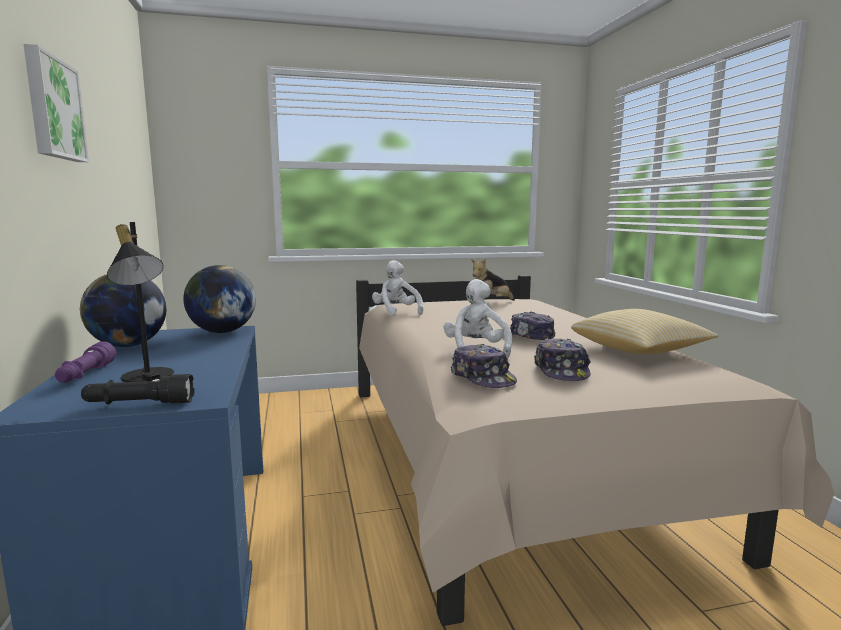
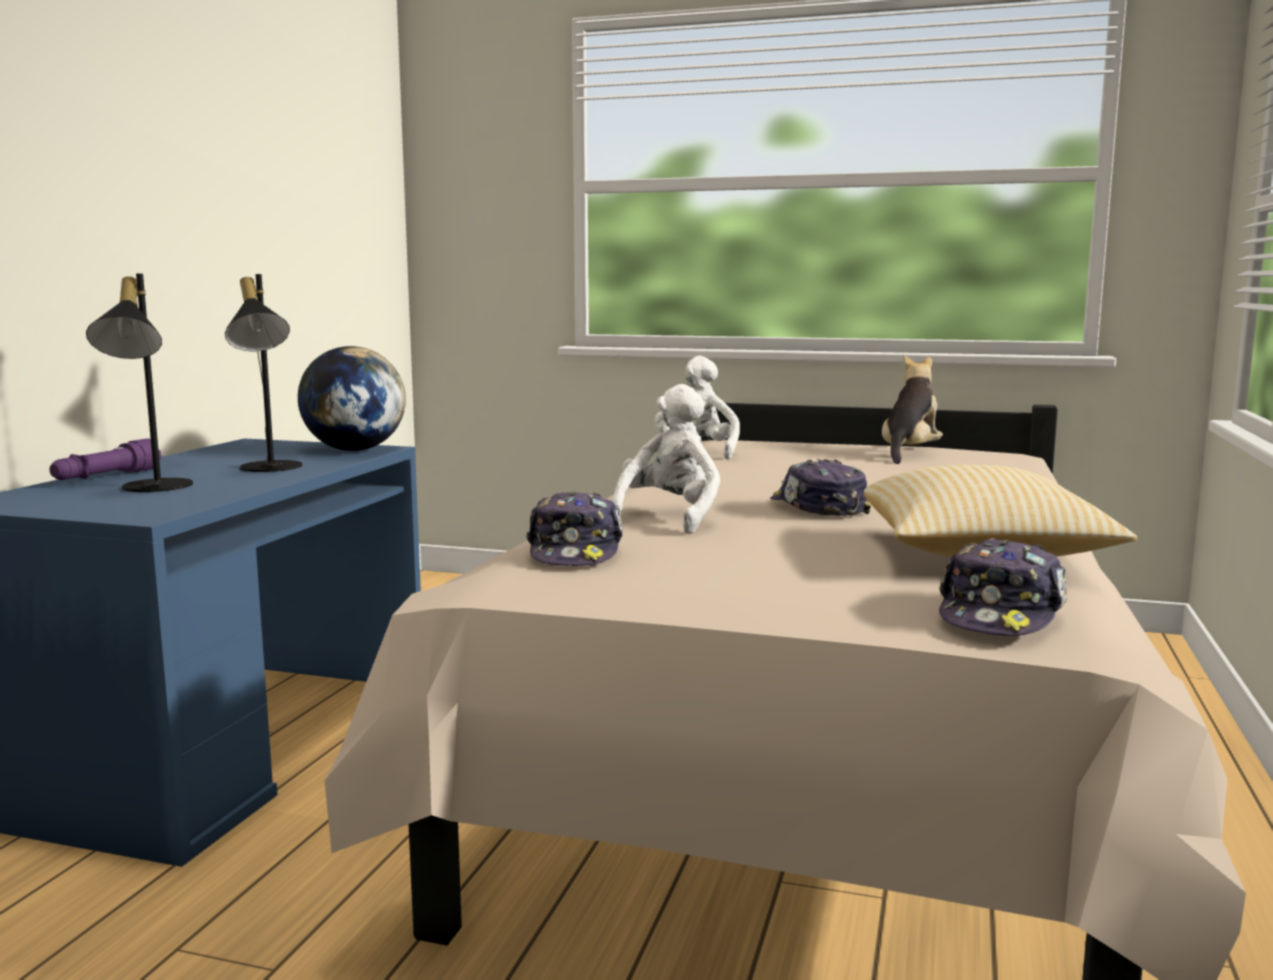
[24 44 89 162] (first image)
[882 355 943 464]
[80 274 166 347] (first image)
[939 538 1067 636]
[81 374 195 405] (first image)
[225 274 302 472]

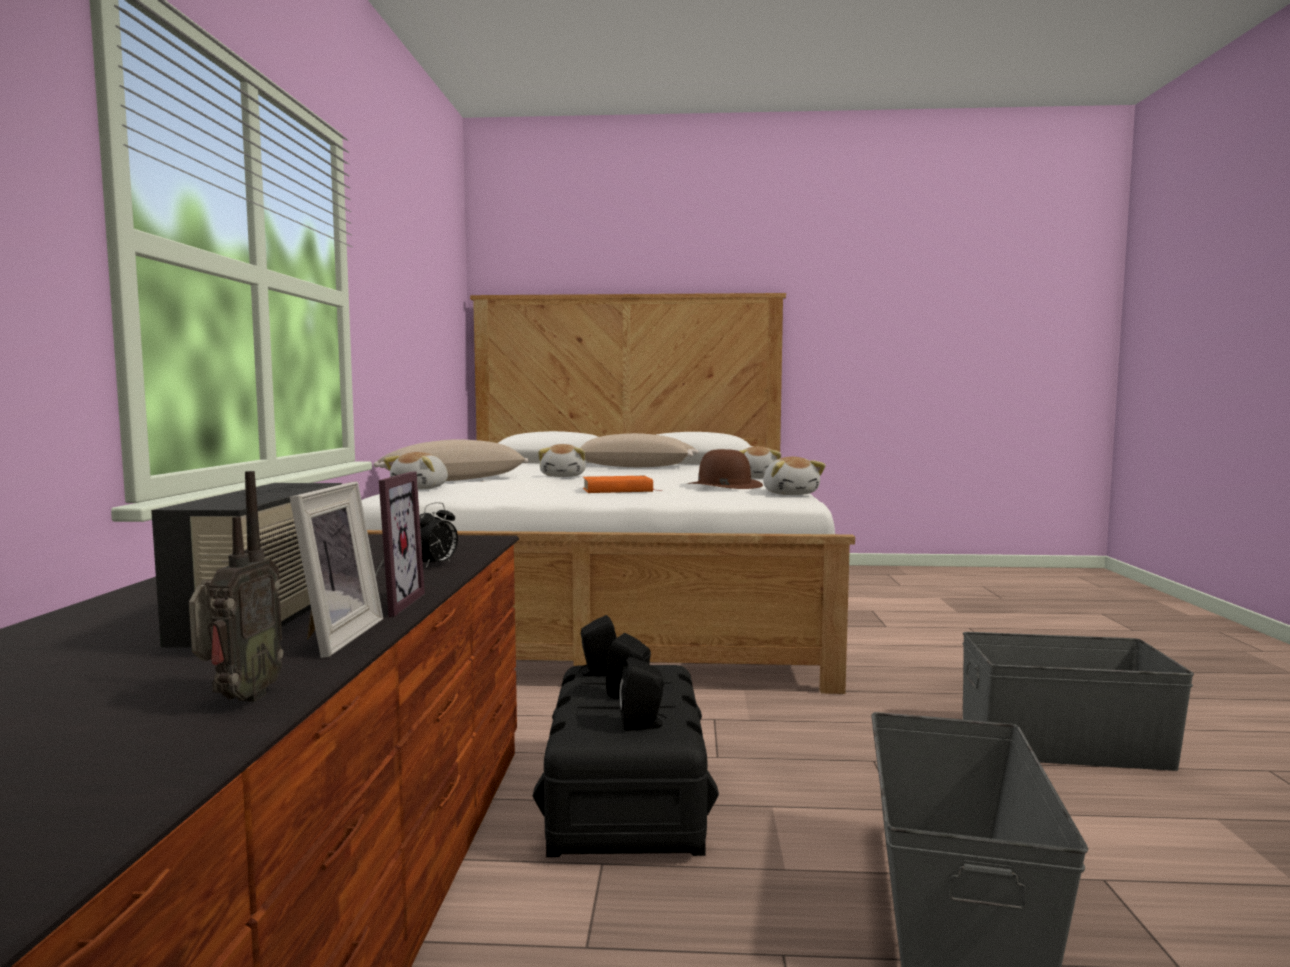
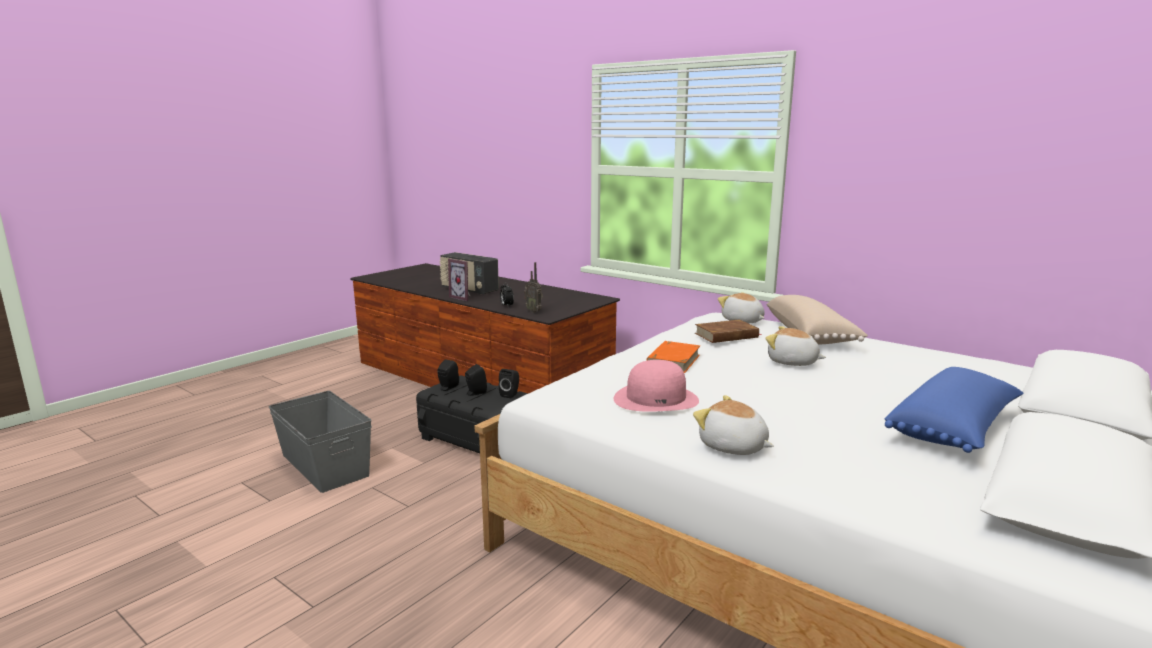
[885 367 1024 453]
[614 360 699 412]
[763 457 826 495] (first image)
[524 262 543 313]
[290 482 383 658] (first image)
[963 632 1194 771] (first image)
[695 319 761 343]

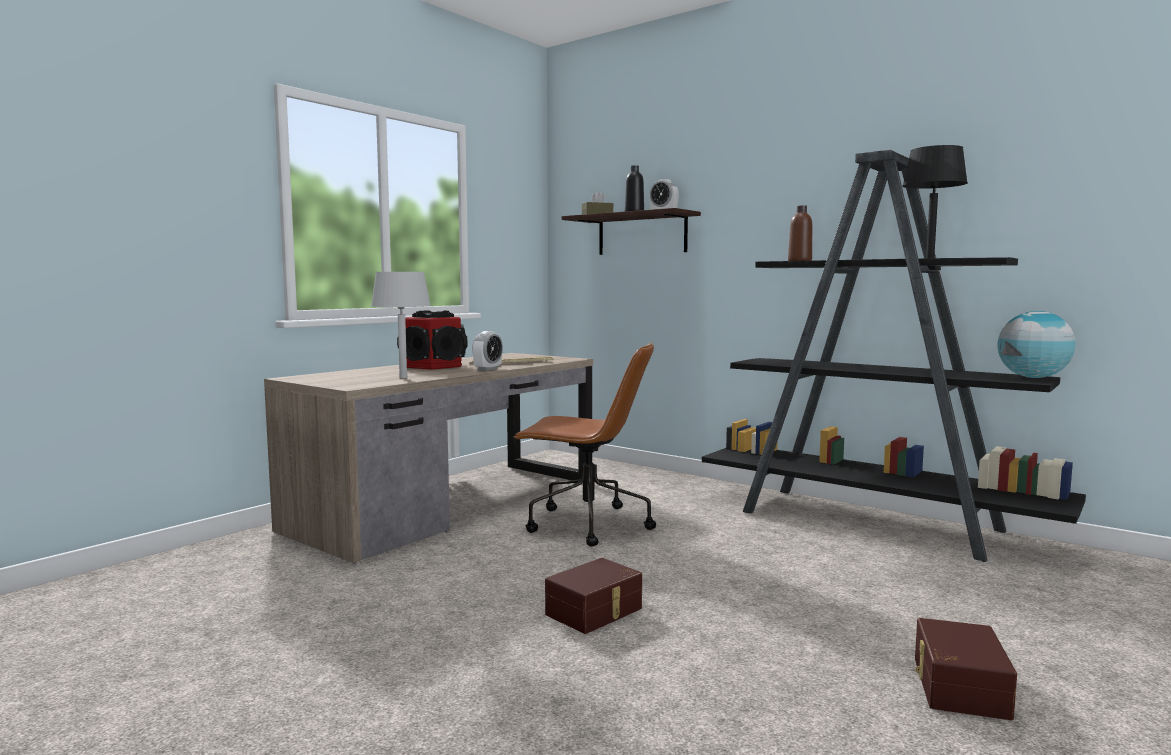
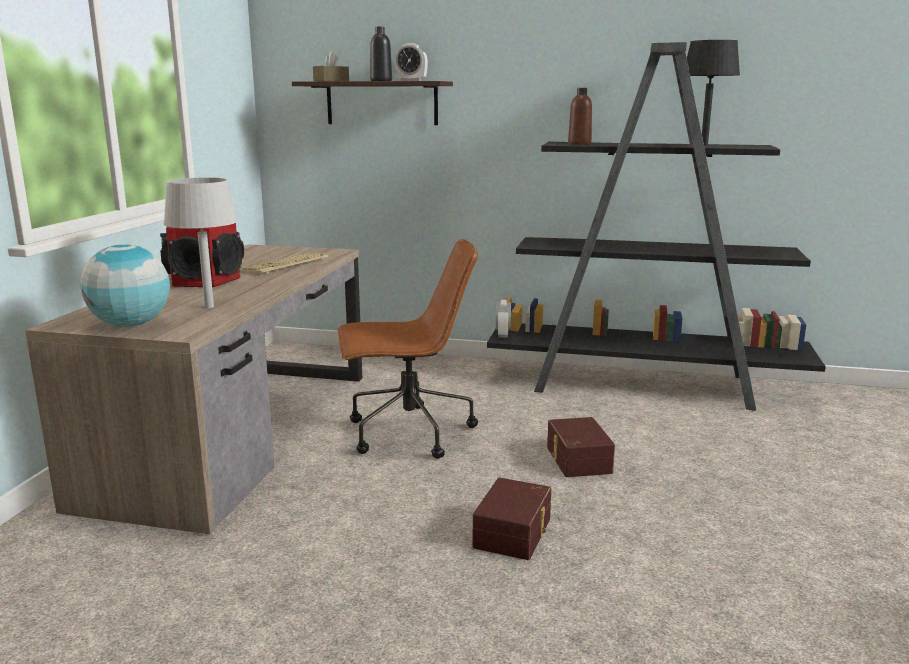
[80 244 170 327]
[496 300 511 338]
[547 417 615 477]

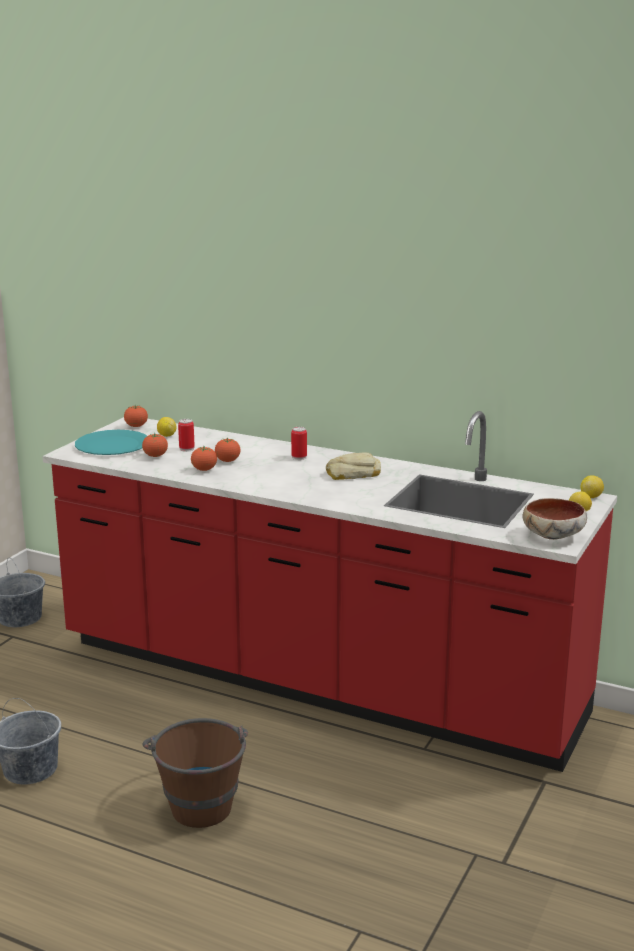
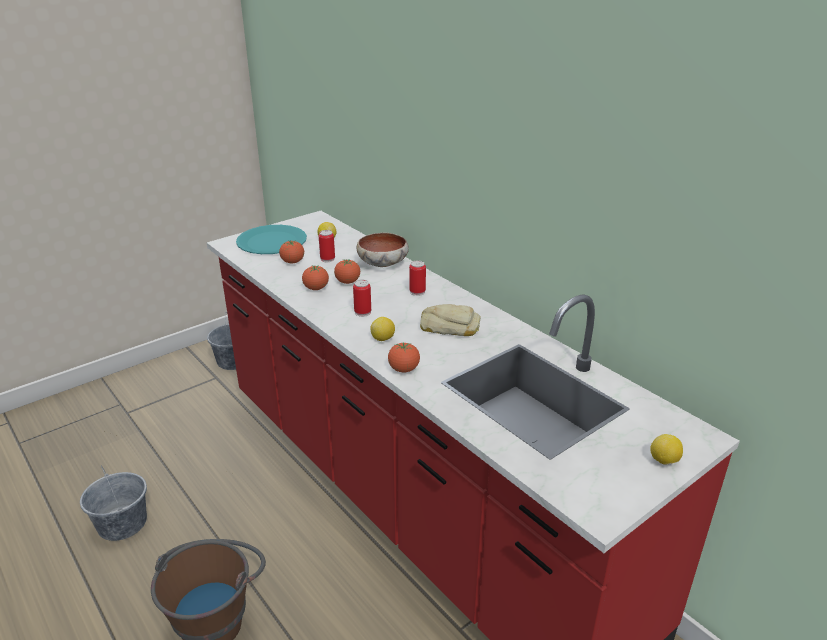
[388 342 420 372]
[370 317 395 341]
[356 232 409 267]
[353 280 371 317]

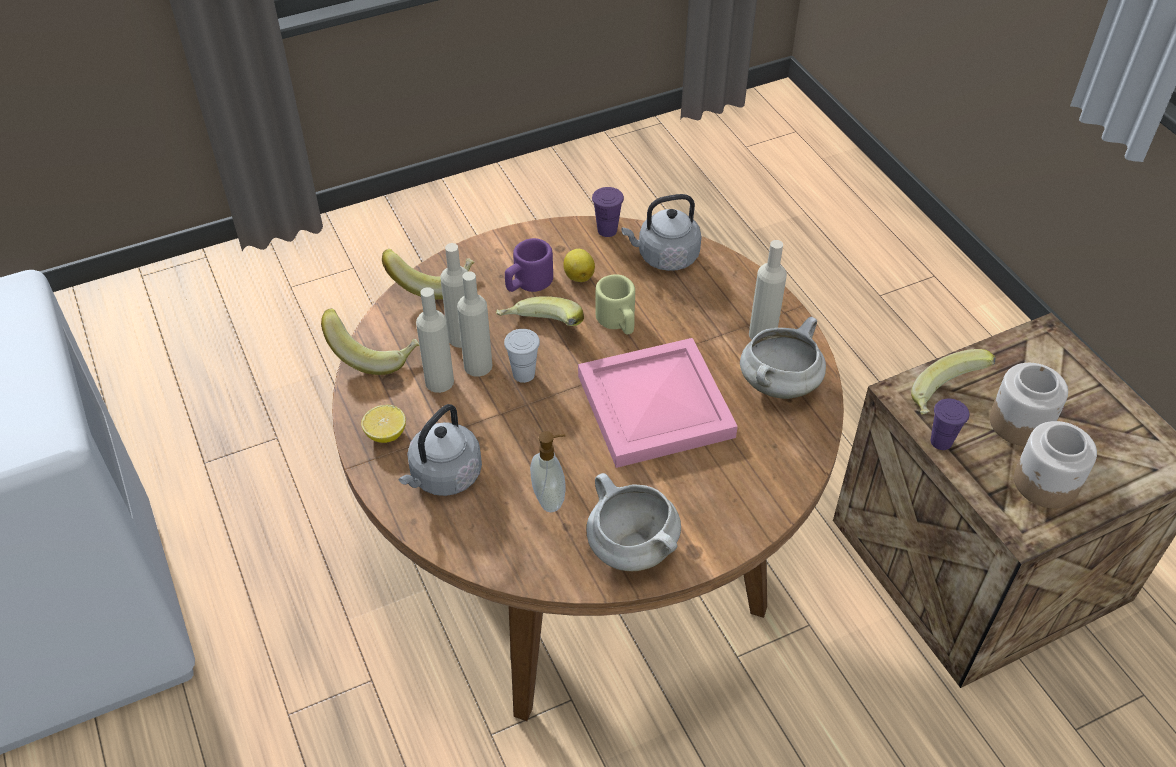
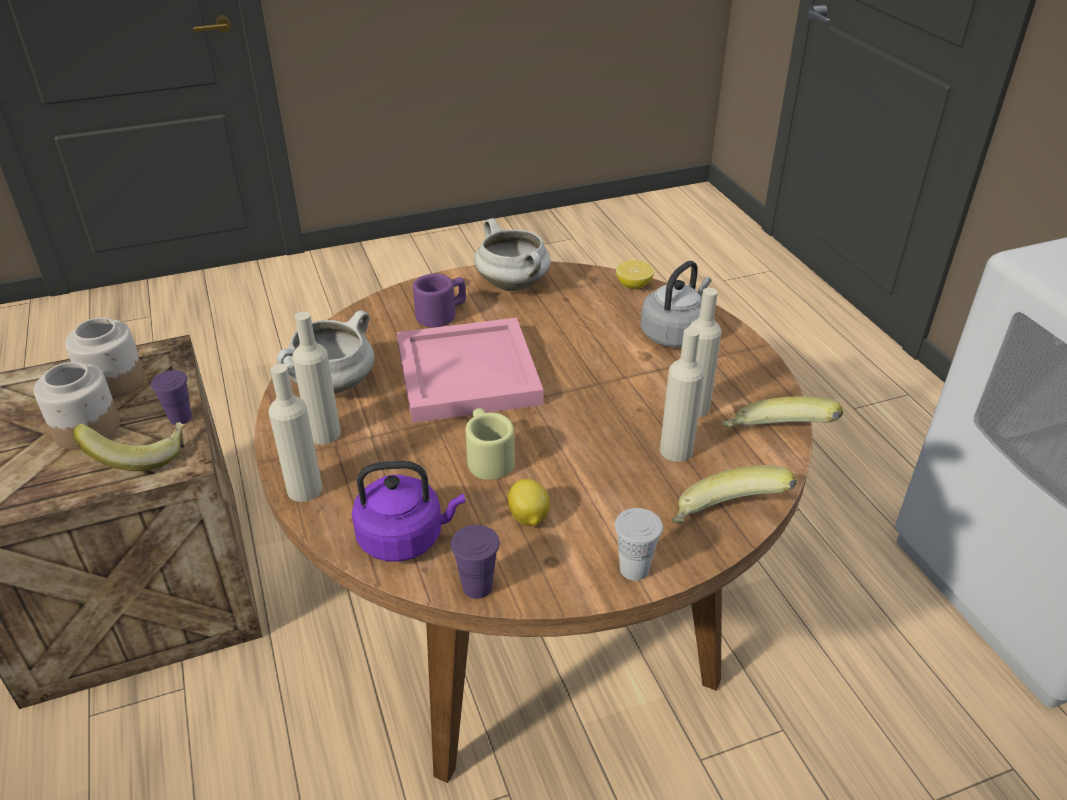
[352 461 465 562]
[413 273 466 328]
[269 364 322 502]
[496 296 584 326] (first image)
[615 508 663 581]
[616 260 655 289]
[530 431 566 512] (first image)

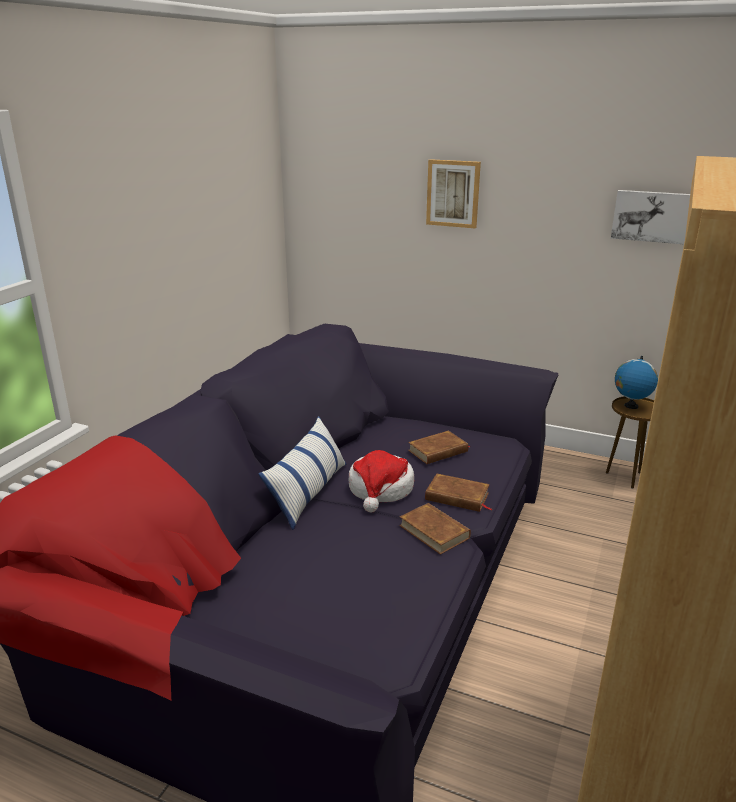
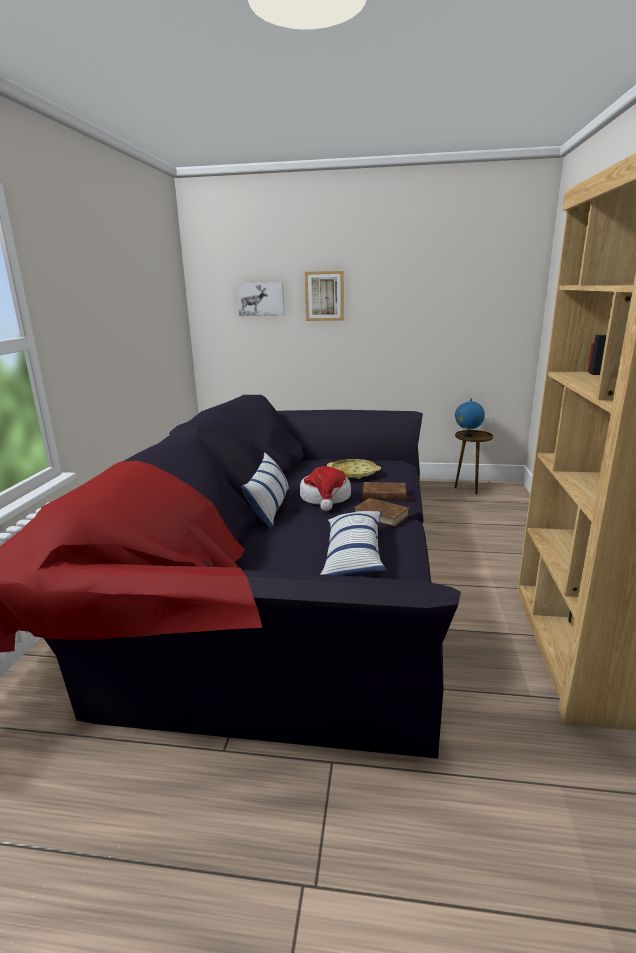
[237 282 284 316]
[327 459 381 479]
[321 511 387 577]

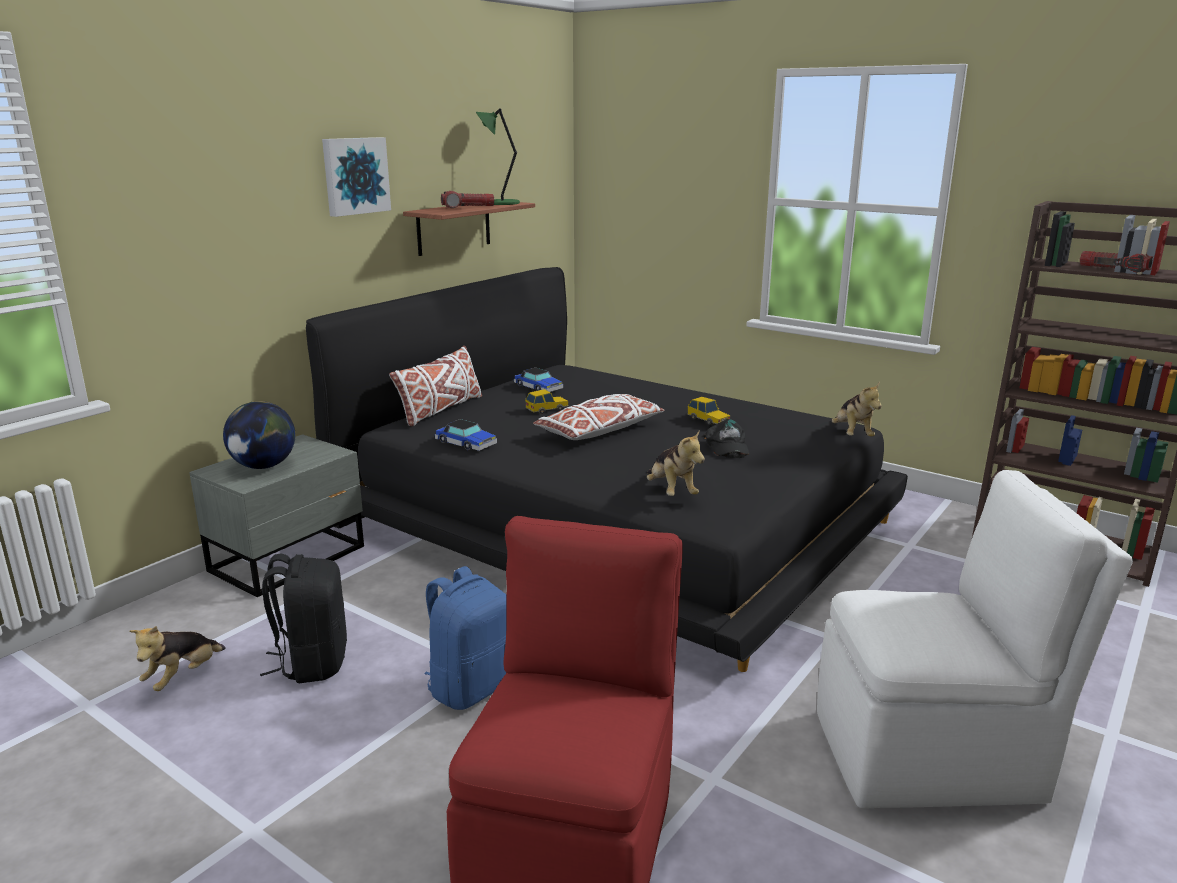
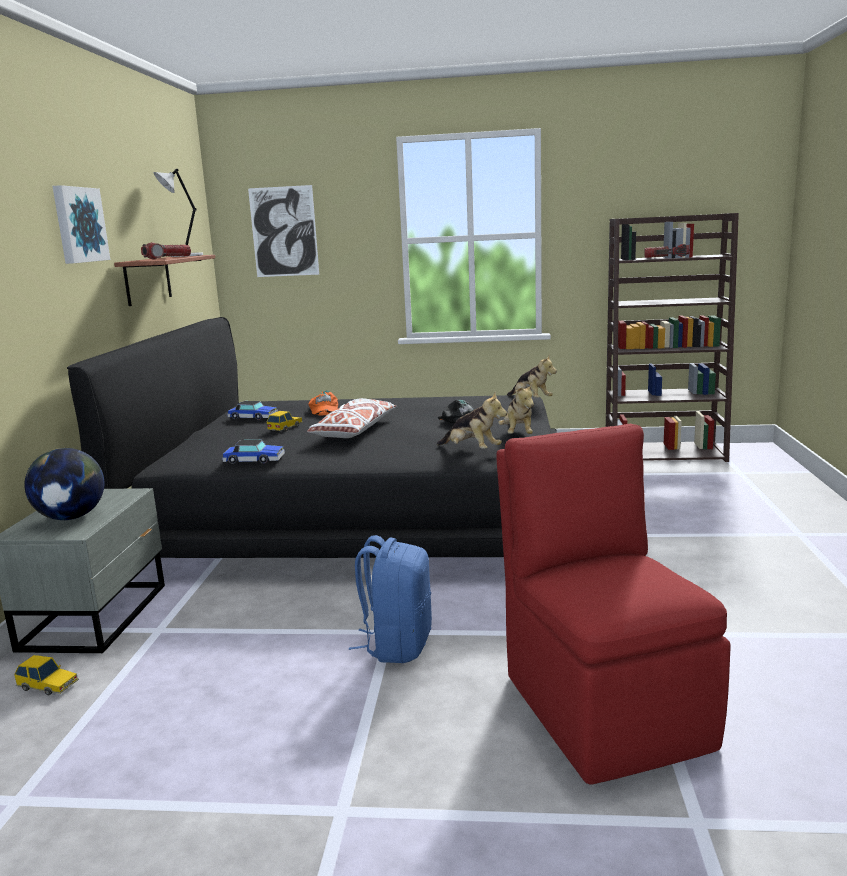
[154 169 203 257]
[389 346 482 427] (first image)
[14 655 79 695]
[817 470 1133 809] (first image)
[260 554 347 683] (first image)
[498 383 534 434]
[248 185 319 277]
[308 390 338 415]

